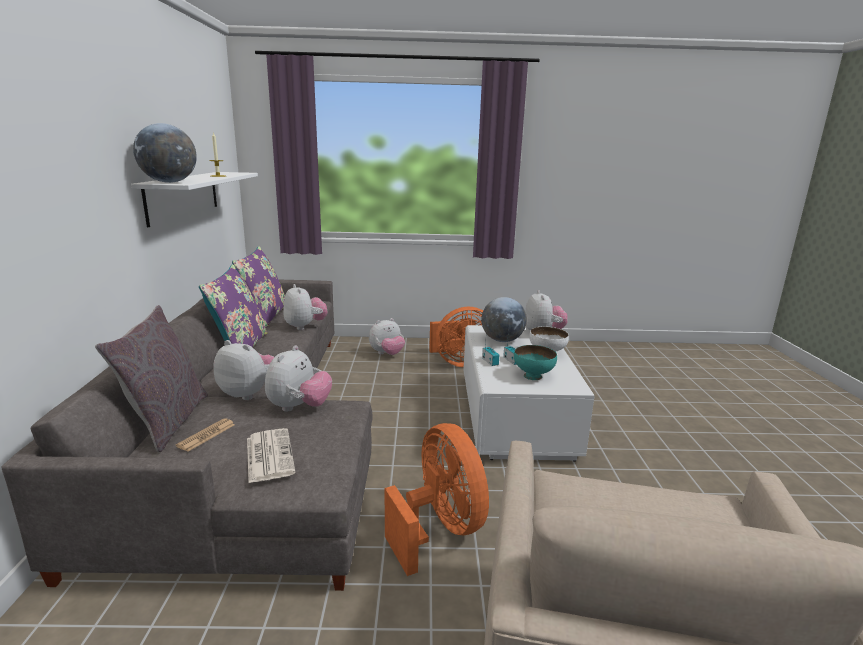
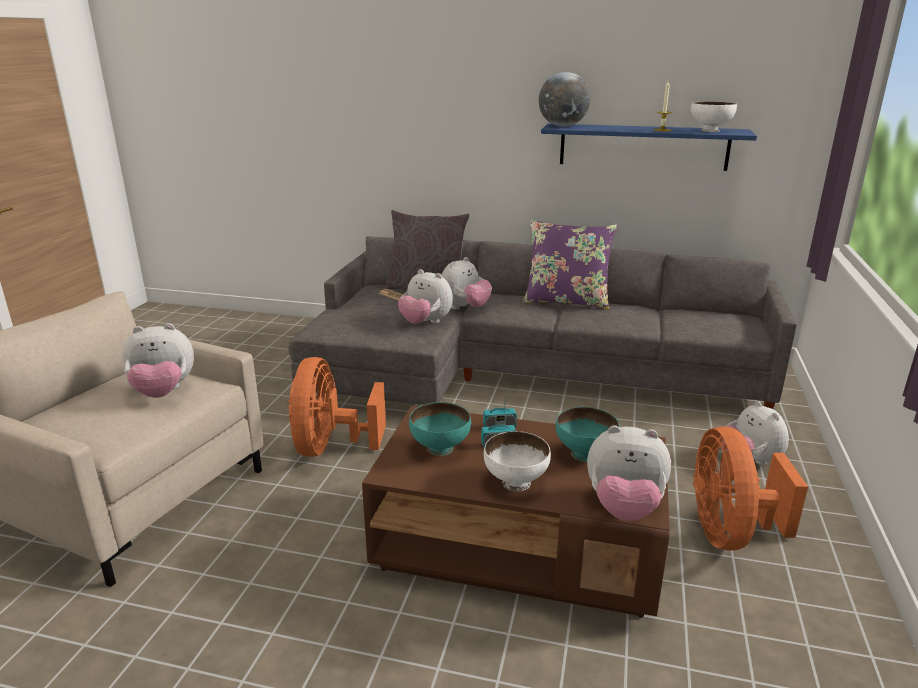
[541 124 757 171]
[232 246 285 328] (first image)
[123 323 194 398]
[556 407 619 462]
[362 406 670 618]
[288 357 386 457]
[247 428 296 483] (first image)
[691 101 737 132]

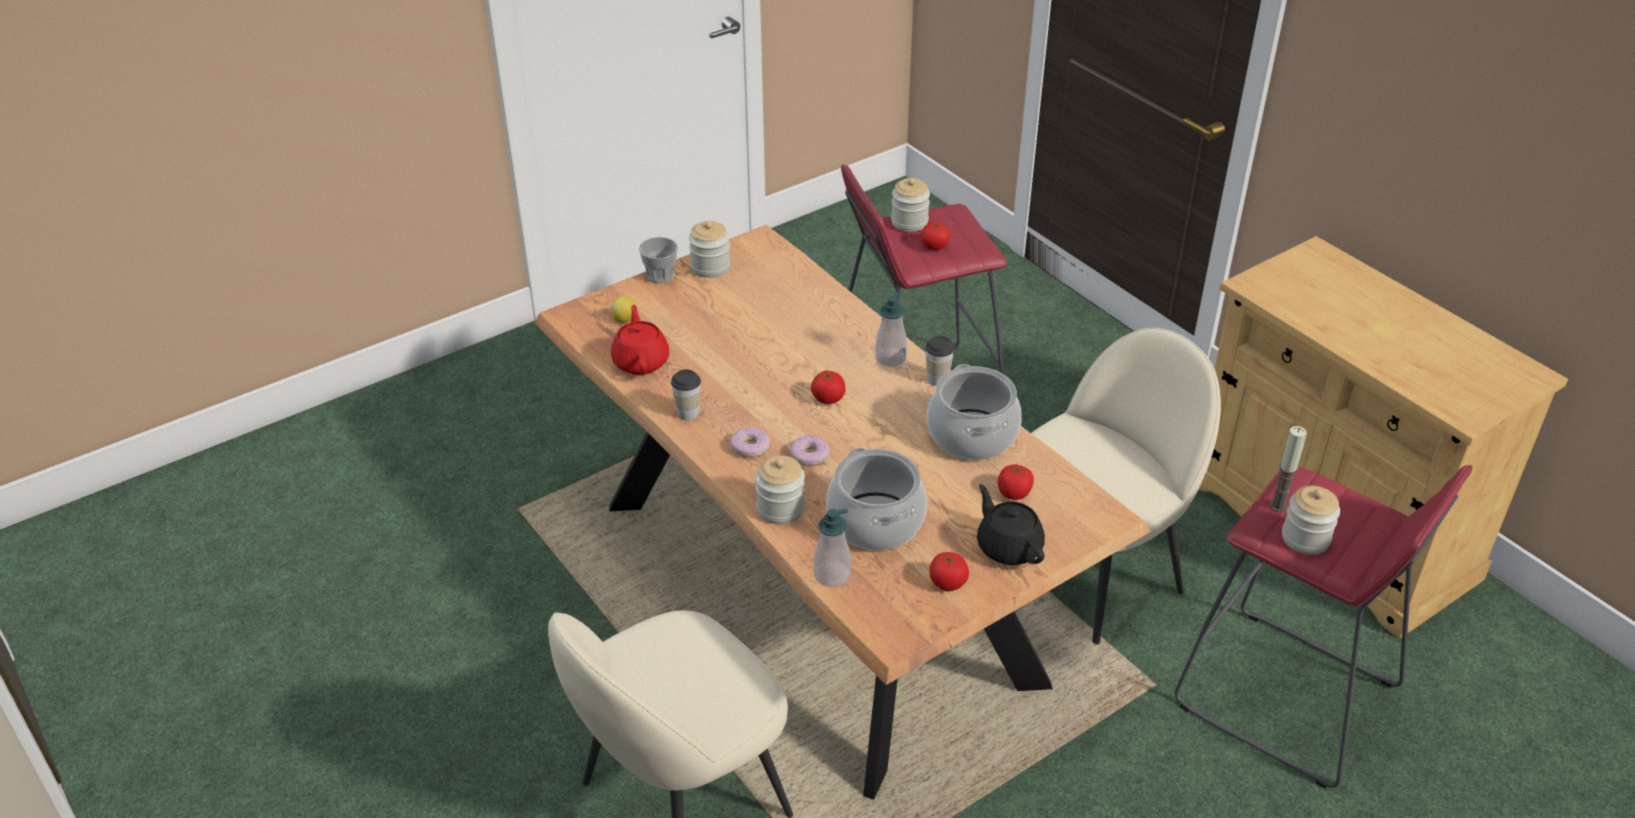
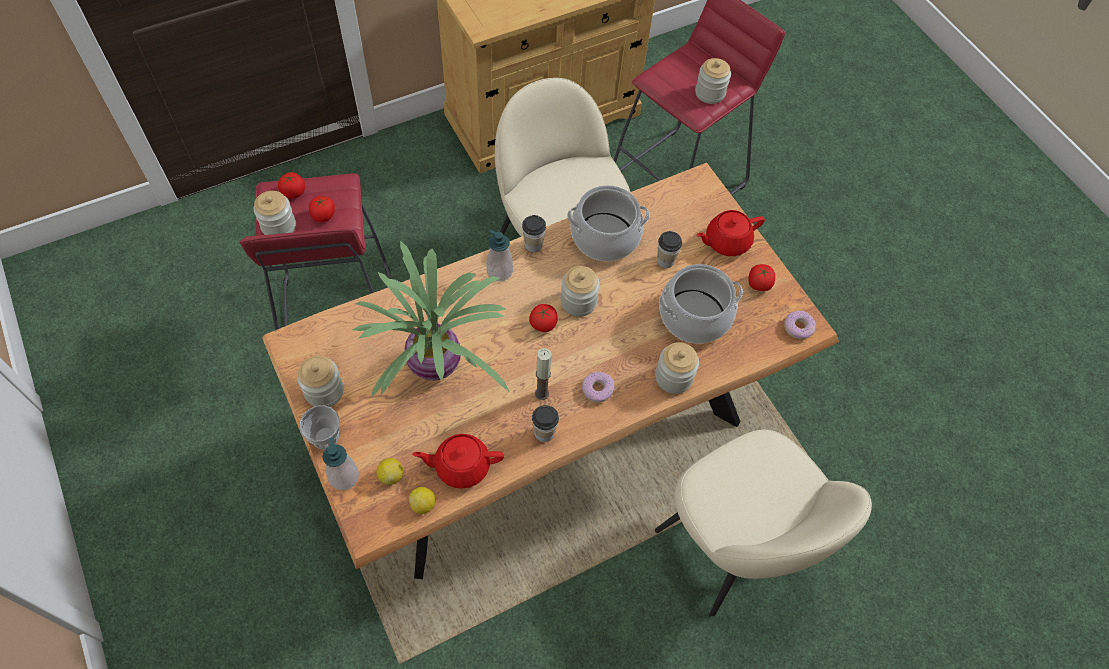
[535 348 551 400]
[784 311 816 339]
[278 172 305 199]
[696 210 765 256]
[322 438 359 491]
[657 231 682 268]
[352 241 509 398]
[560 266 600 317]
[409 487 435 514]

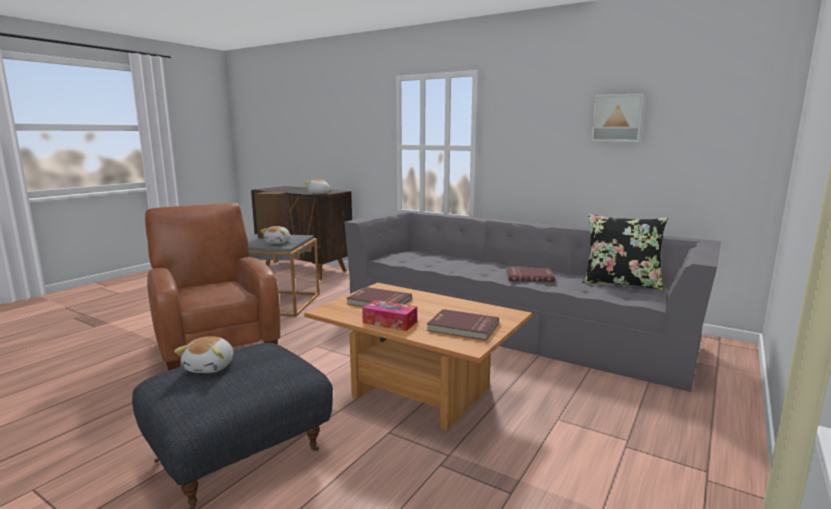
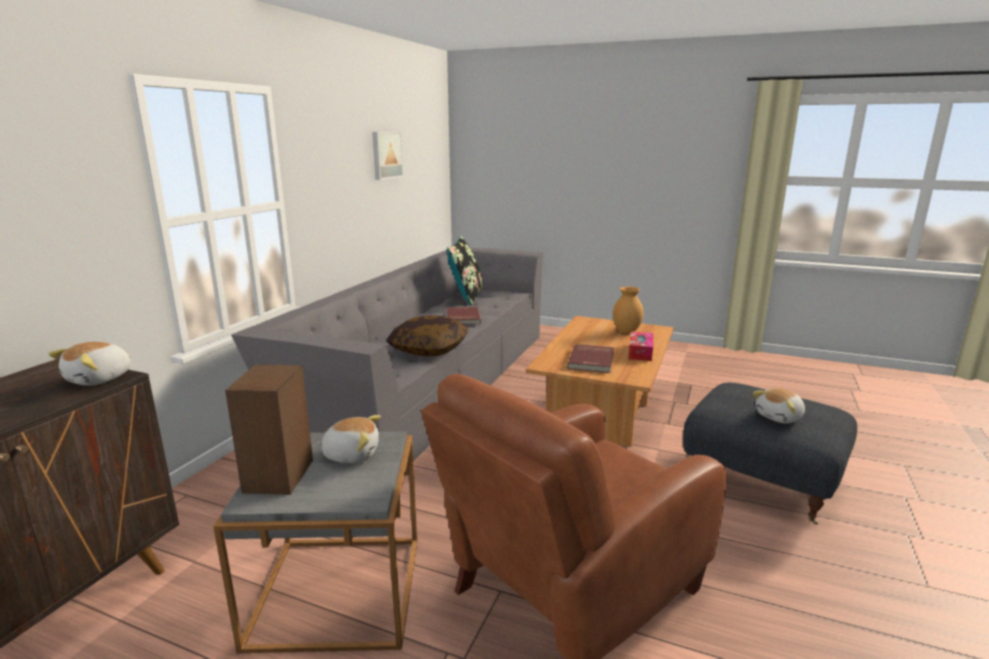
[613 287 644 334]
[753 388 805 423]
[386 315 469 356]

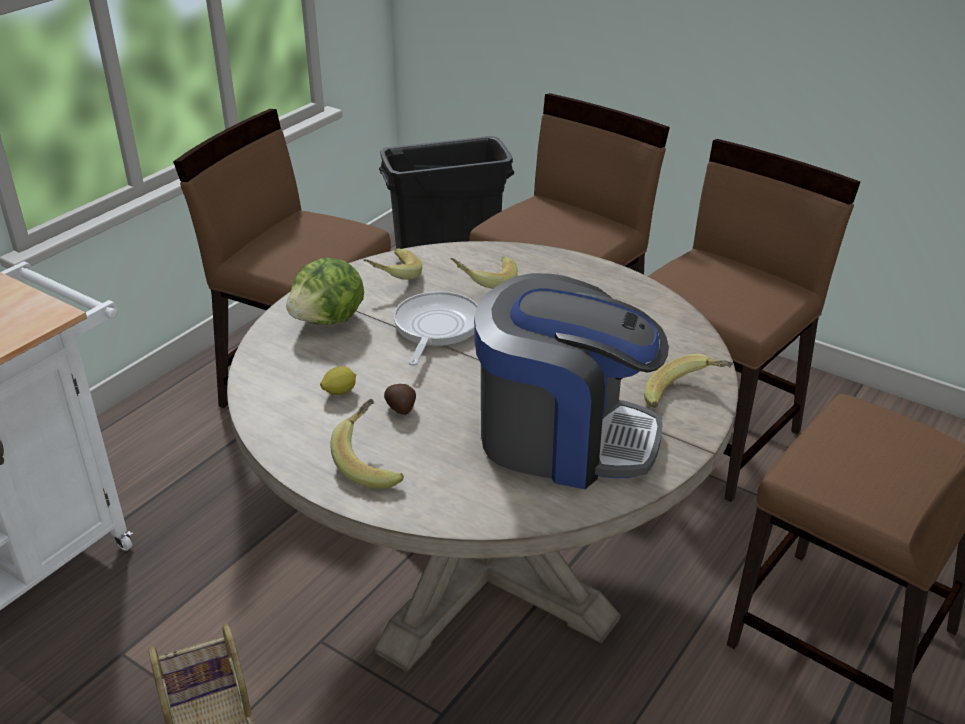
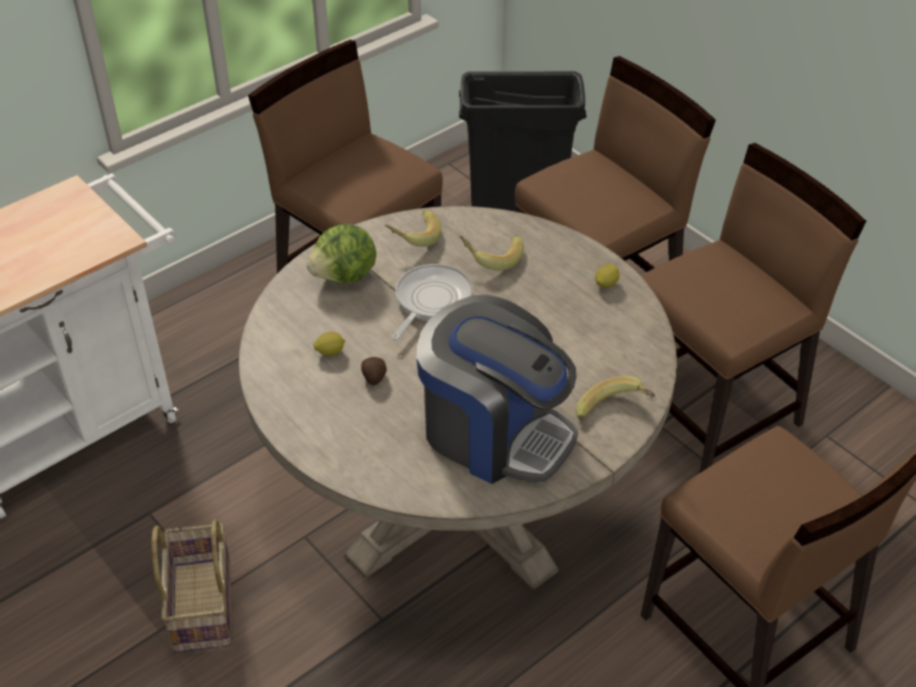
[330 399 404 489] (first image)
[595 264 620 288]

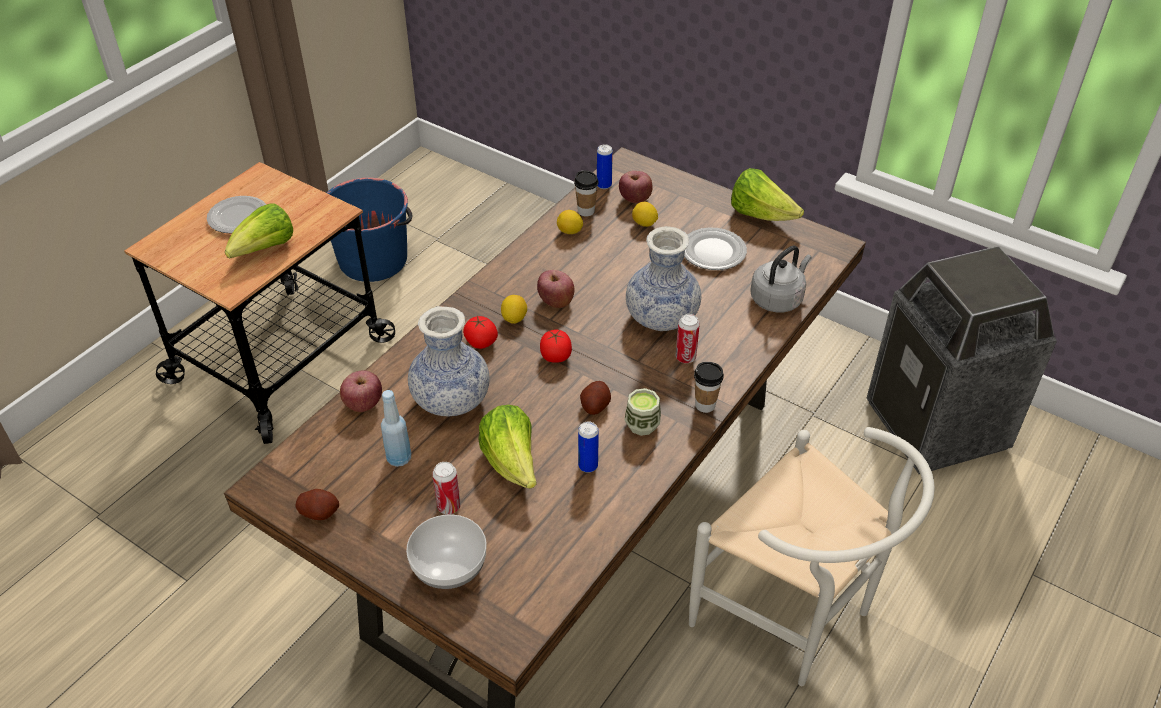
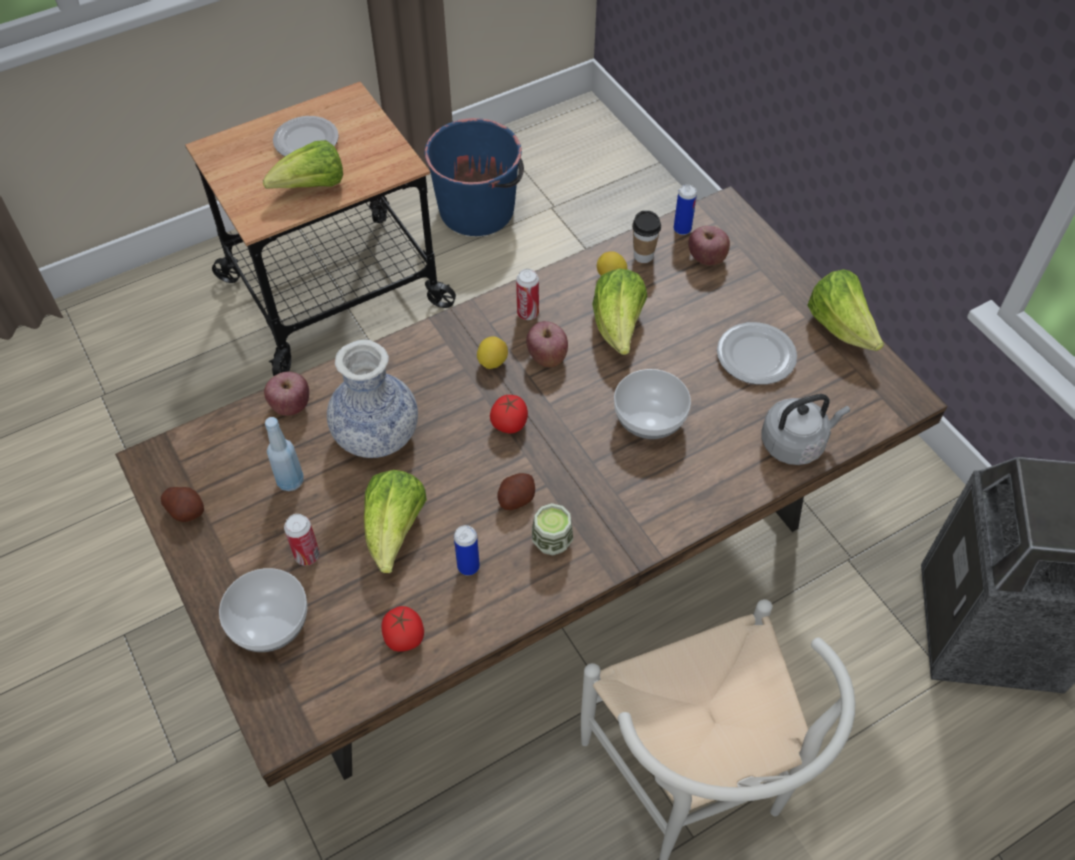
[632 202 658 227] (first image)
[614 369 691 439]
[516 269 539 320]
[381 606 424 652]
[694 362 724 413] (first image)
[592 268 648 355]

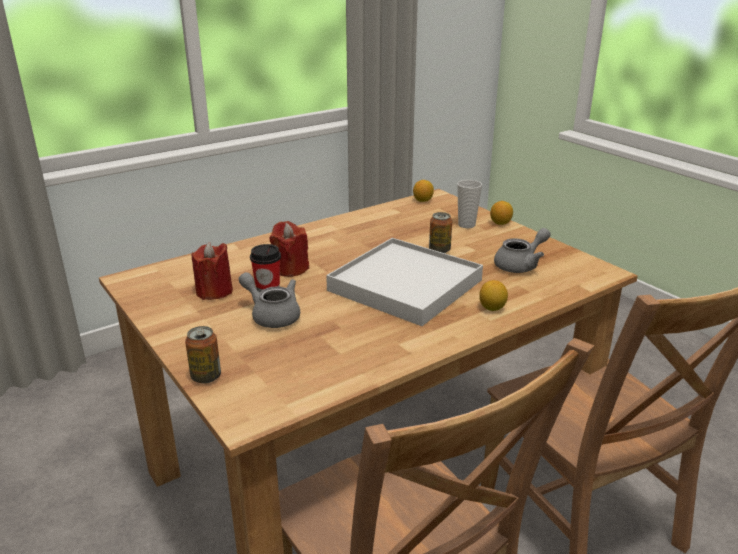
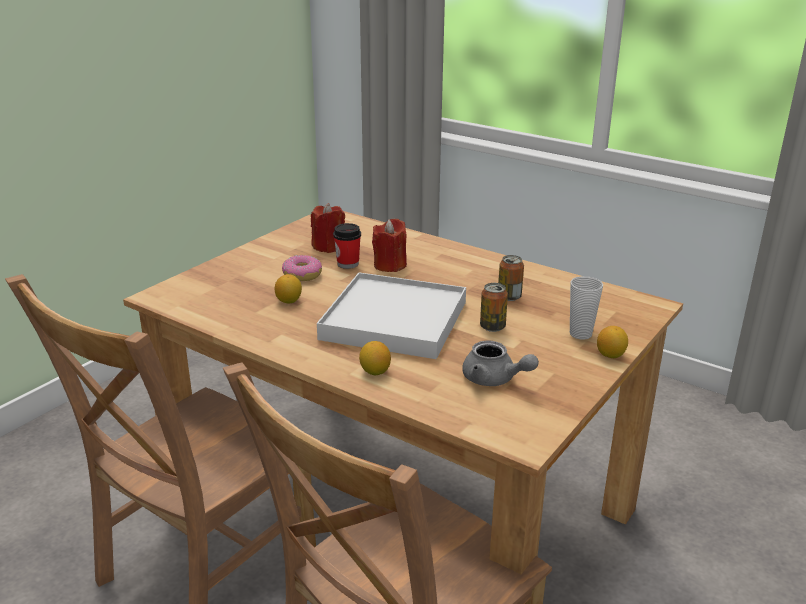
[275 274 302 304]
[282 255 322 281]
[498 255 524 301]

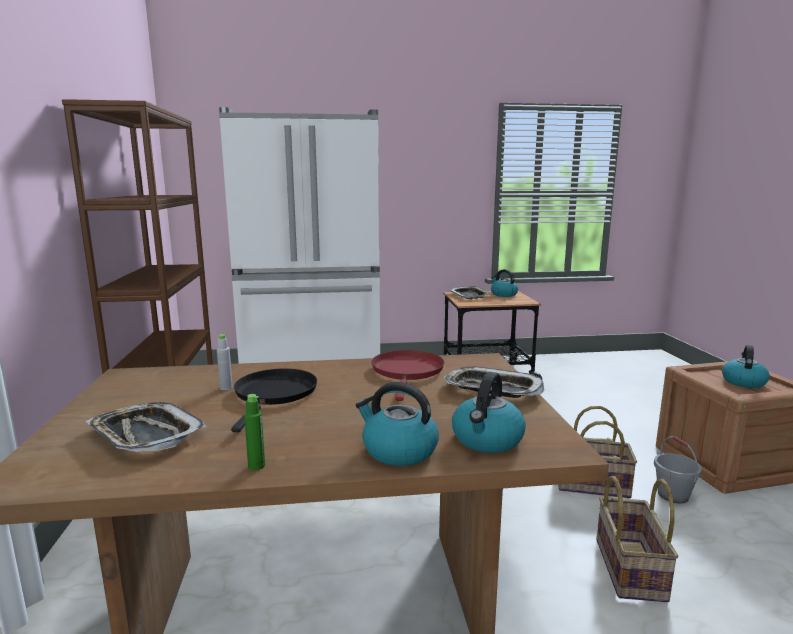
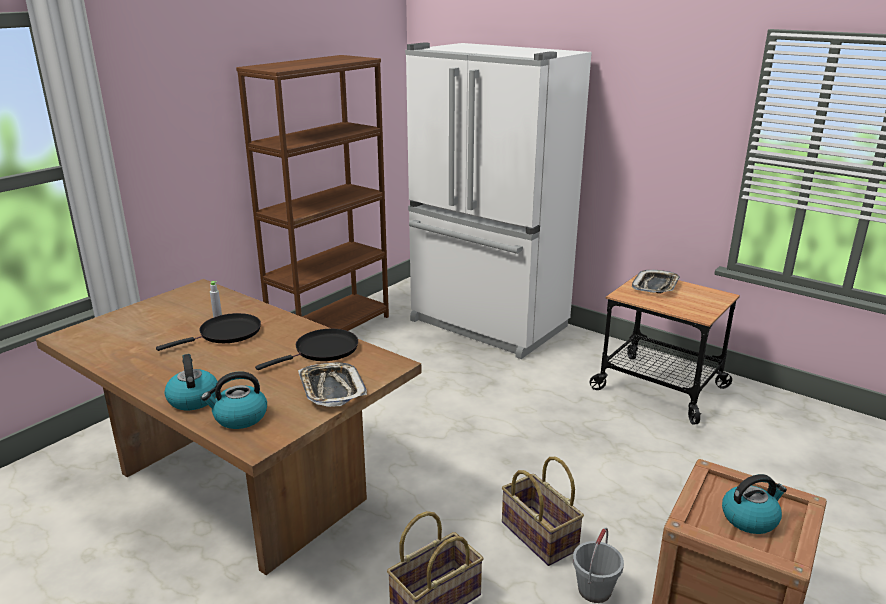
[491 269 518 297] (first image)
[255 329 358 370]
[244 394 265 470] (first image)
[86 402 206 452] (first image)

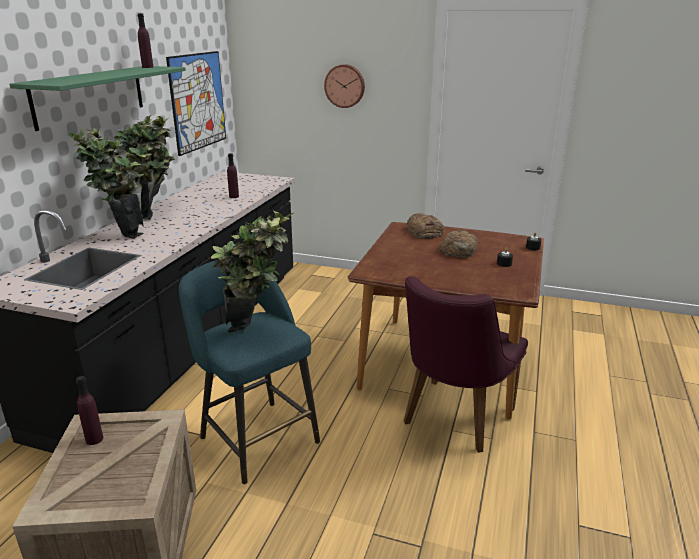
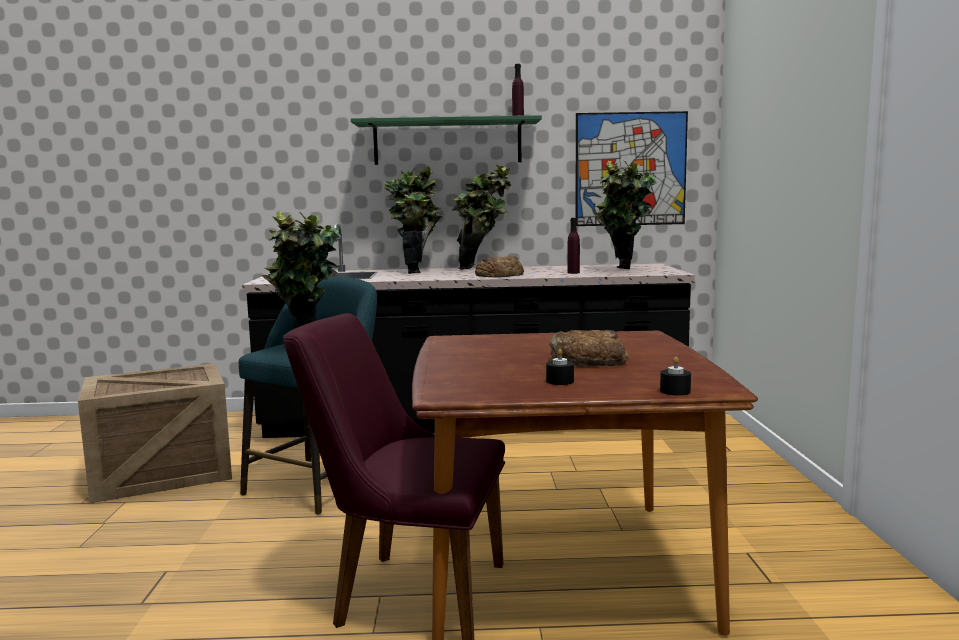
[324 64 365 108] (first image)
[475 256 524 277]
[76 376 103 445] (first image)
[593 161 657 269]

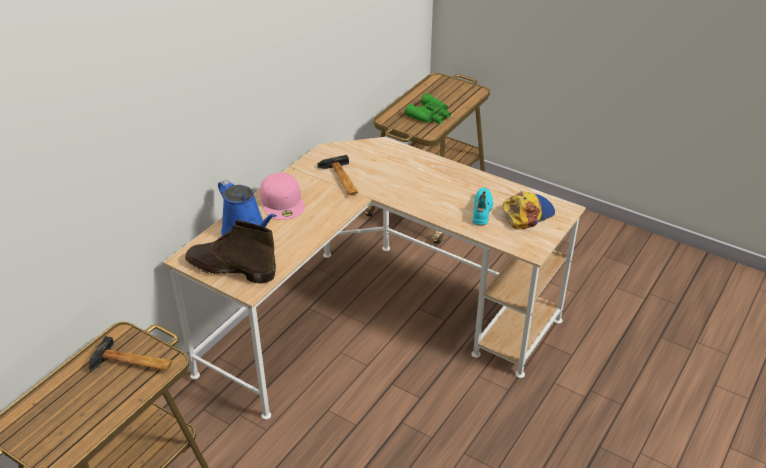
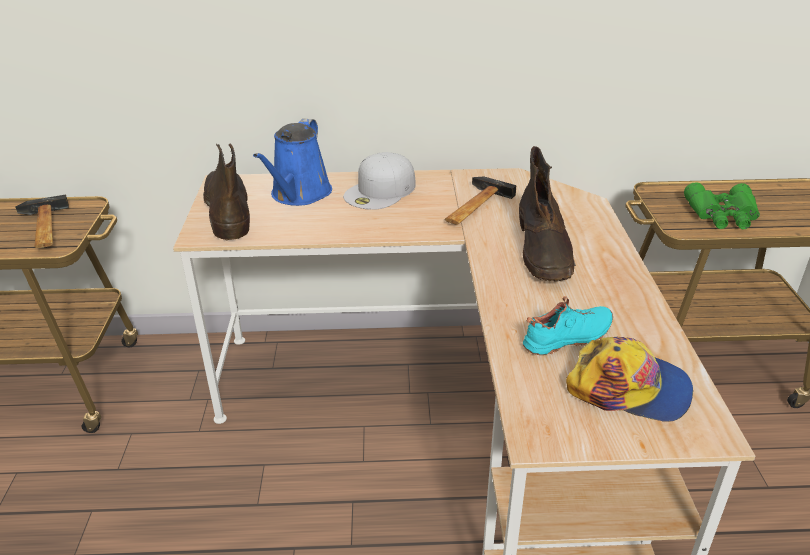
[343 152 415 210]
[519 146 576 282]

